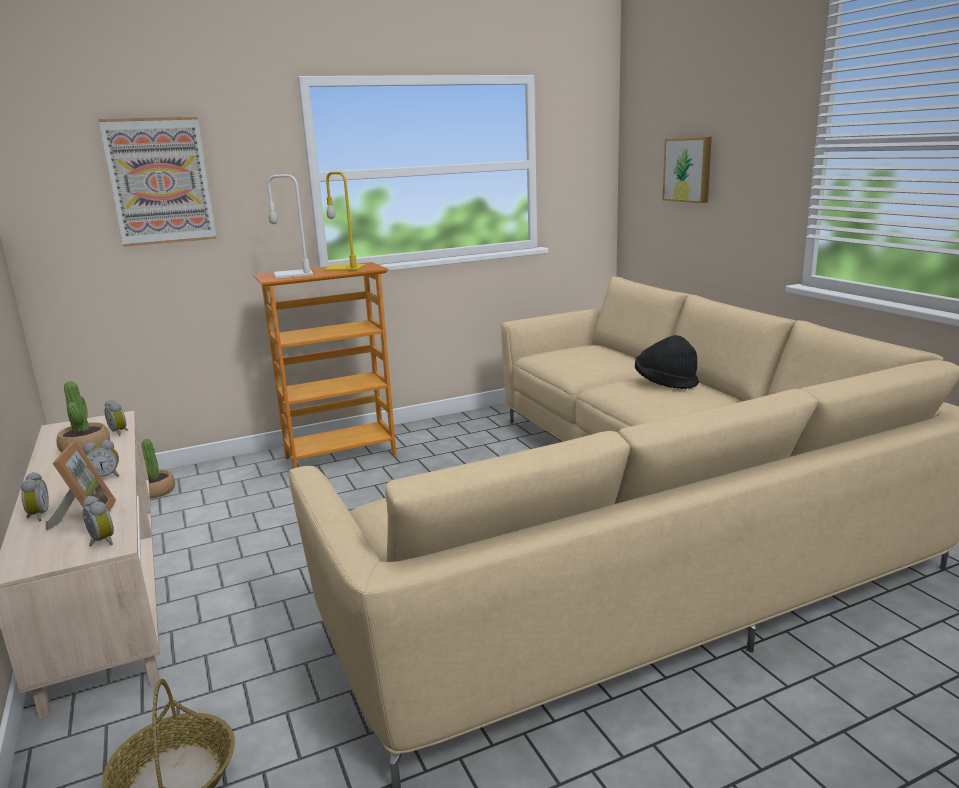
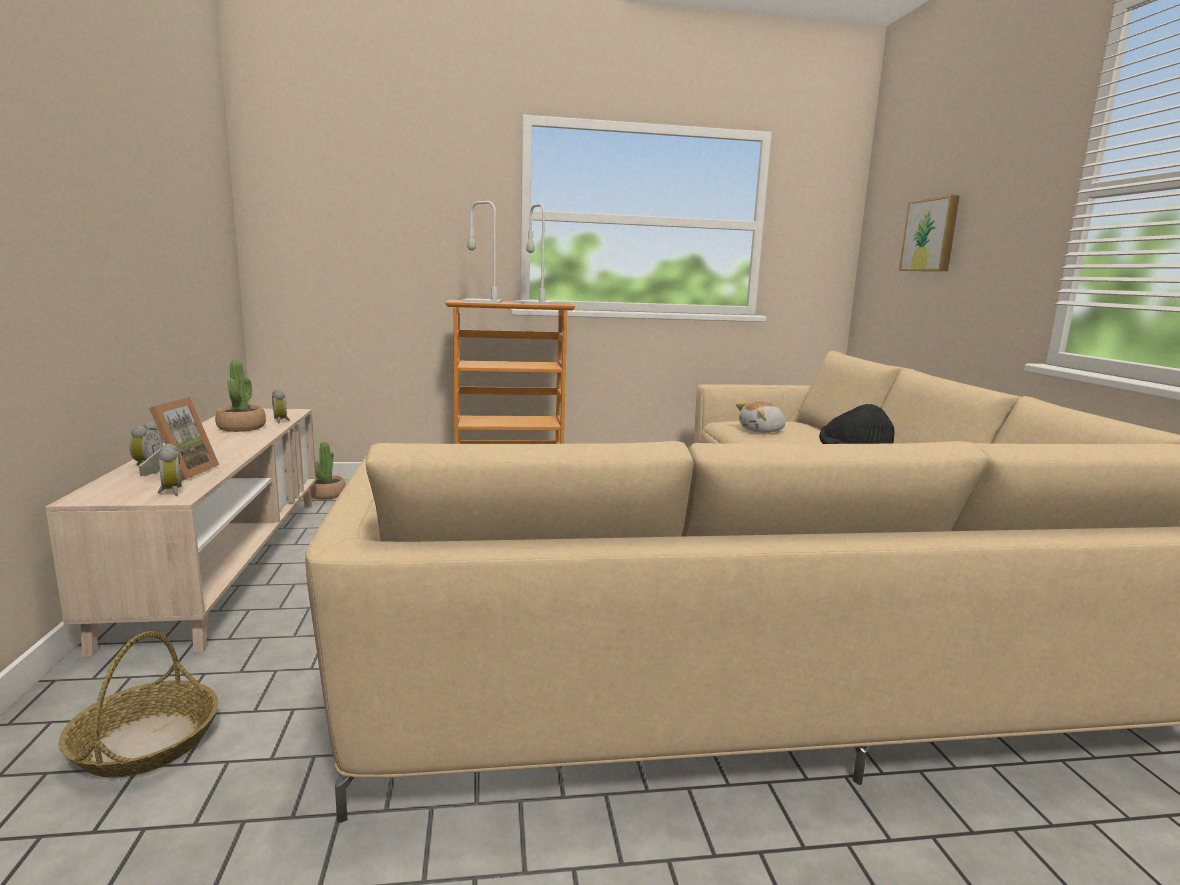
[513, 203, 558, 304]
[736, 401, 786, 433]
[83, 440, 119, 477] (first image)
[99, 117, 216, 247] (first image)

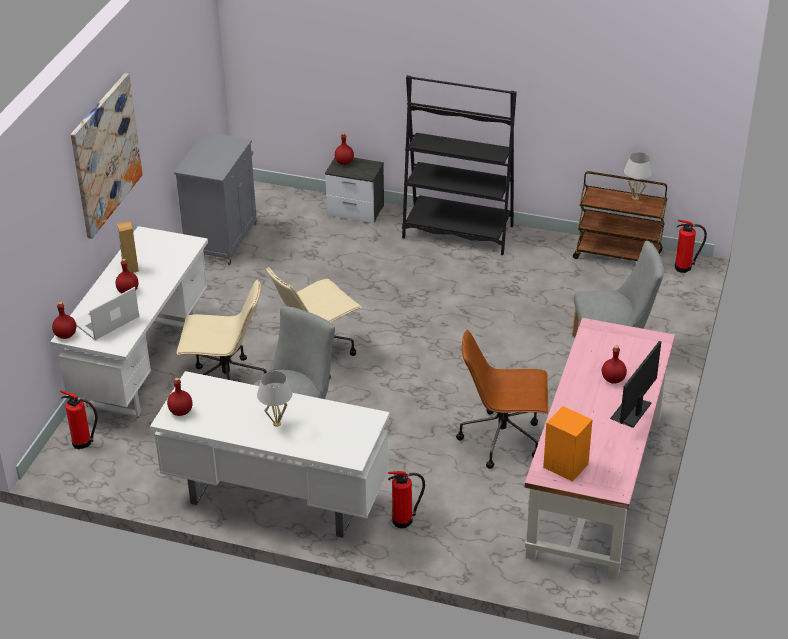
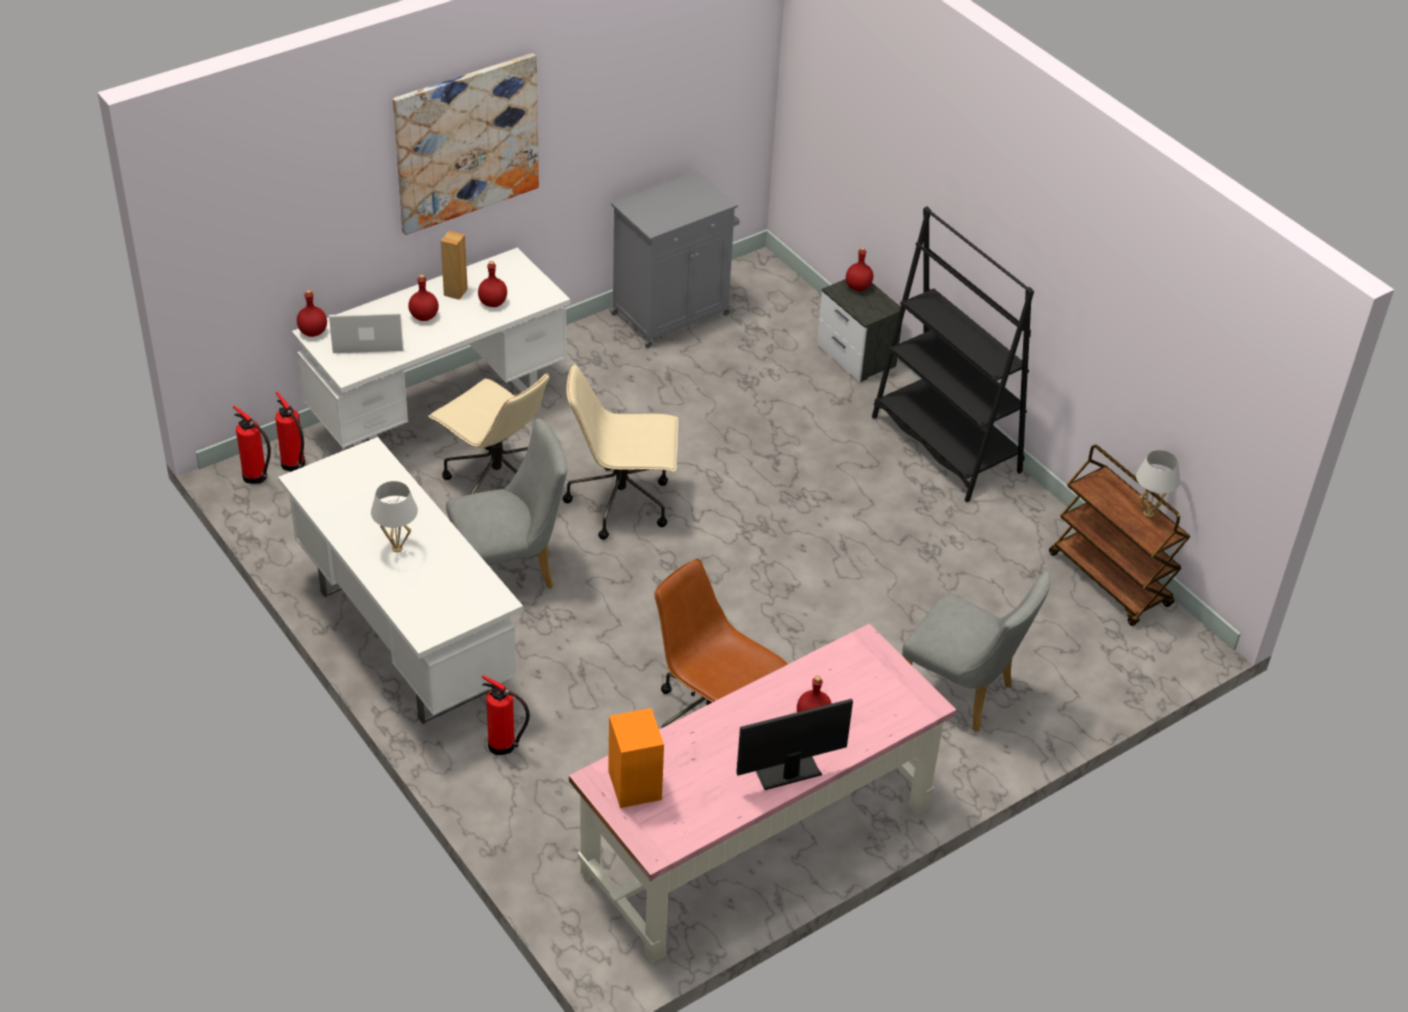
[233, 406, 271, 484]
[478, 261, 507, 307]

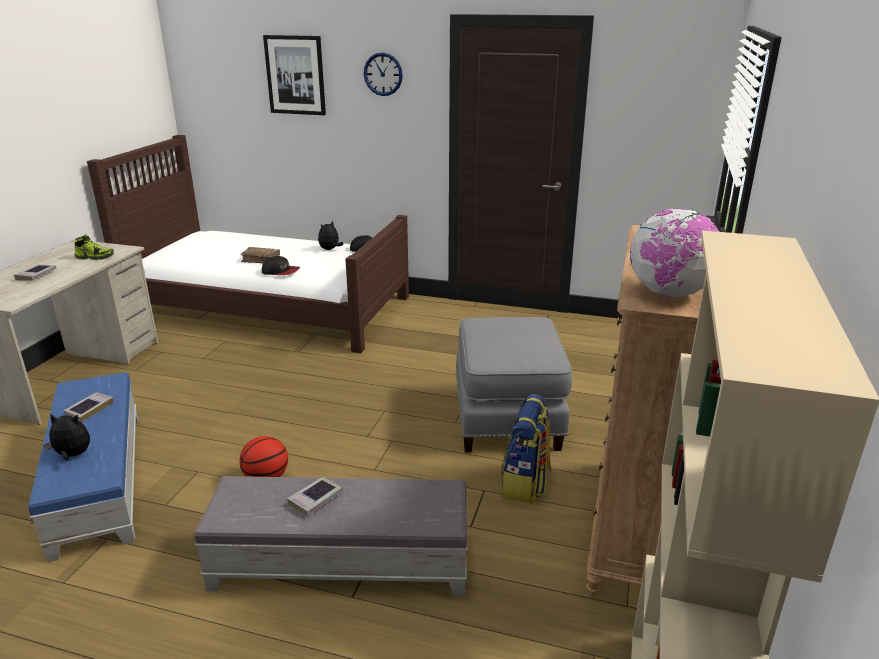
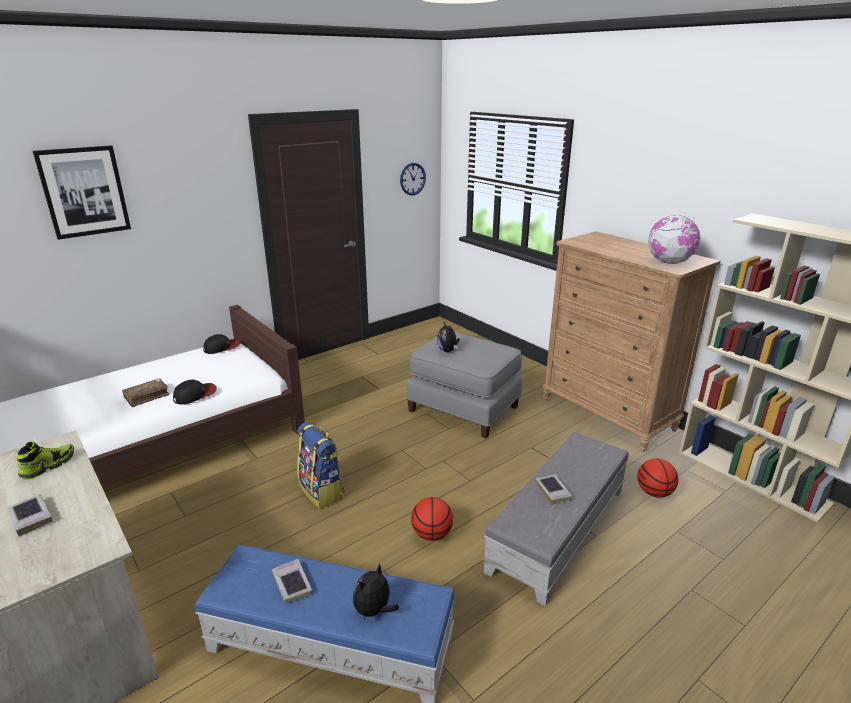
[297, 422, 345, 509]
[400, 163, 426, 195]
[437, 322, 460, 352]
[637, 458, 678, 498]

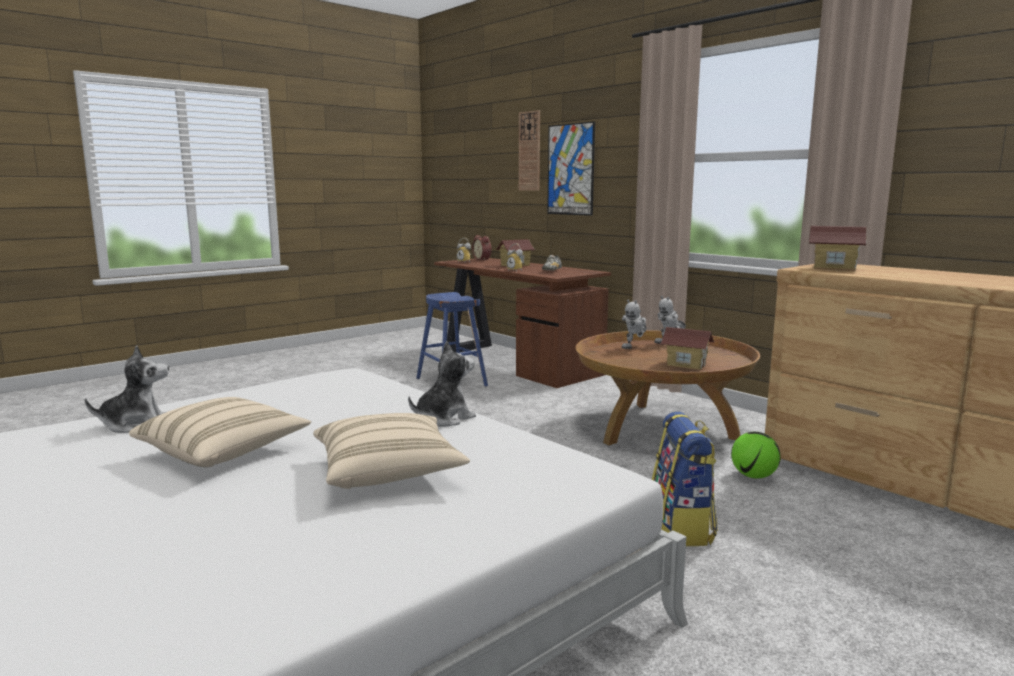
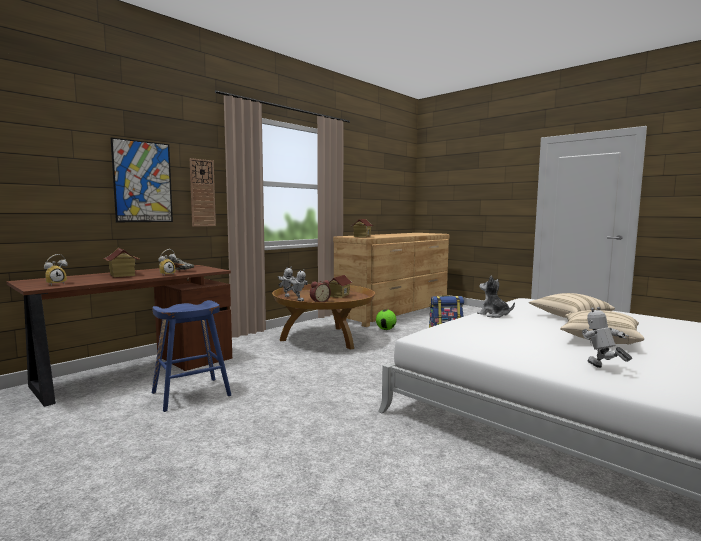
[190, 158, 216, 226]
[310, 280, 331, 302]
[582, 307, 632, 368]

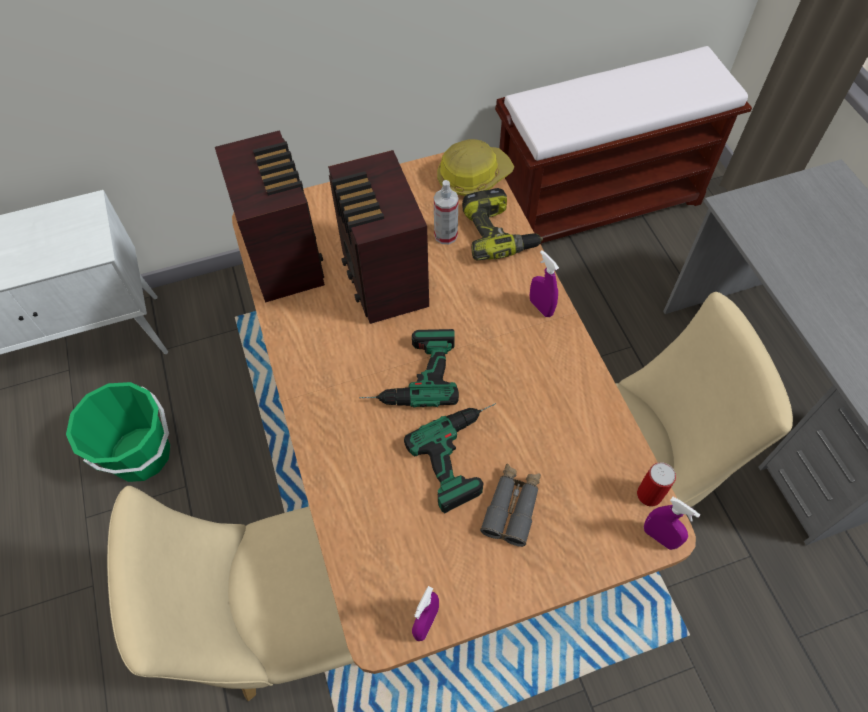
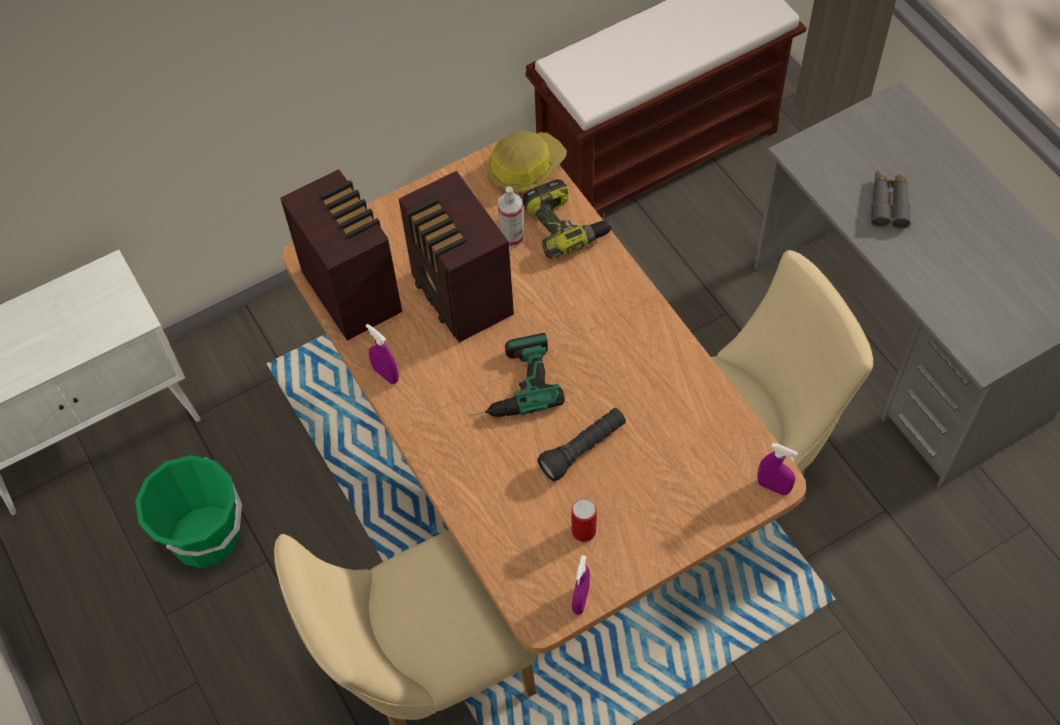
[366, 324, 399, 384]
[537, 408, 626, 481]
[571, 498, 597, 542]
[871, 171, 911, 229]

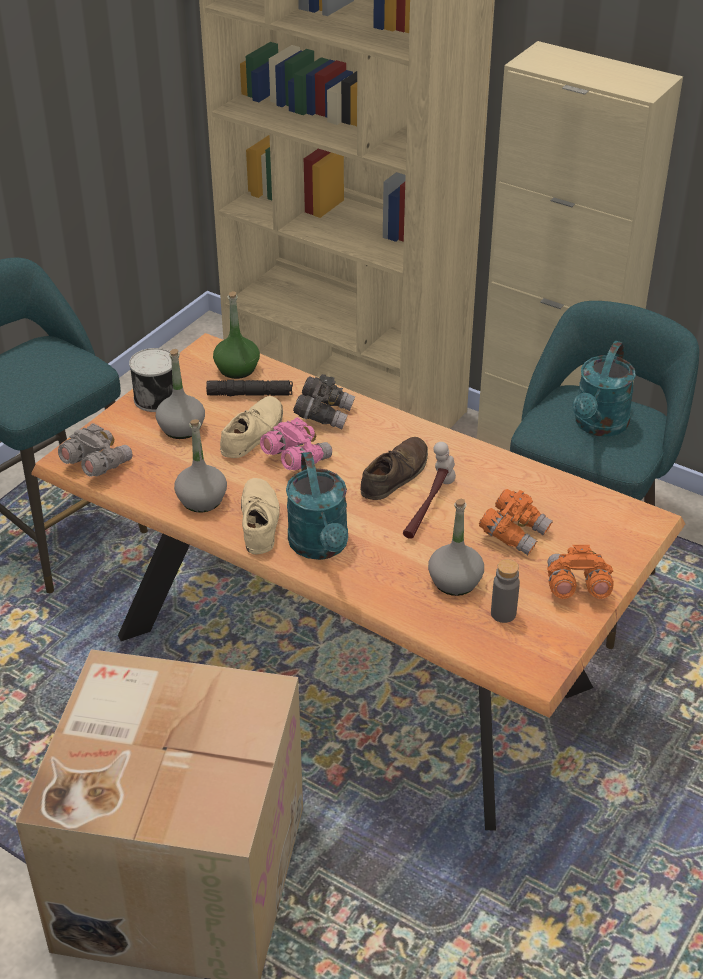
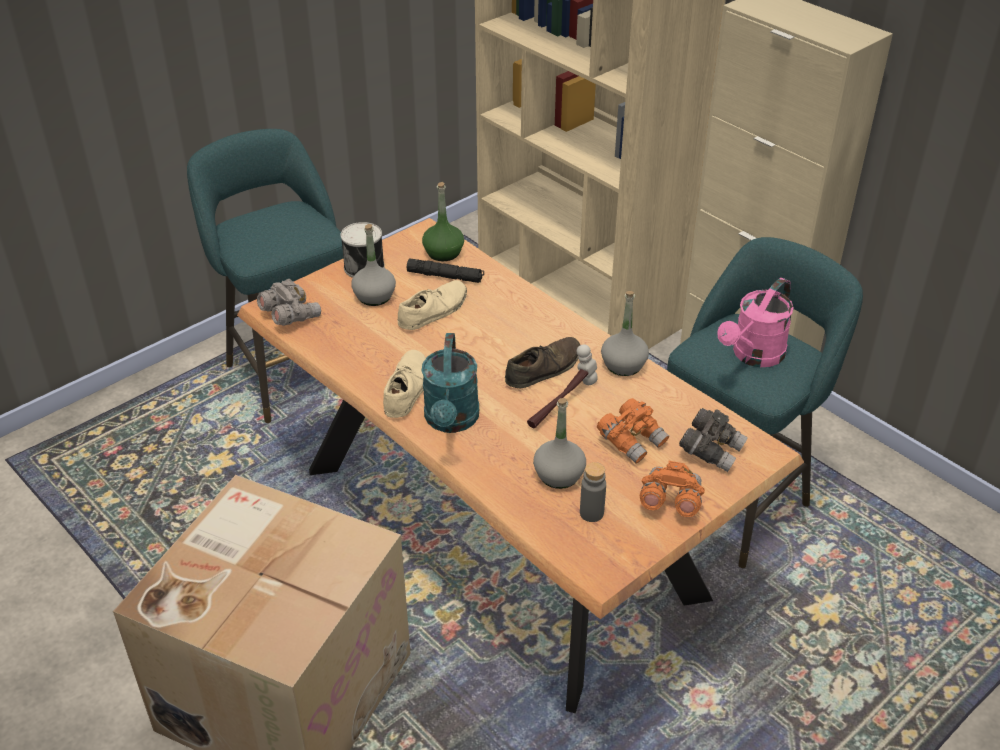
[601, 291, 649, 376]
[679, 408, 748, 472]
[717, 278, 794, 367]
[260, 417, 332, 471] (first image)

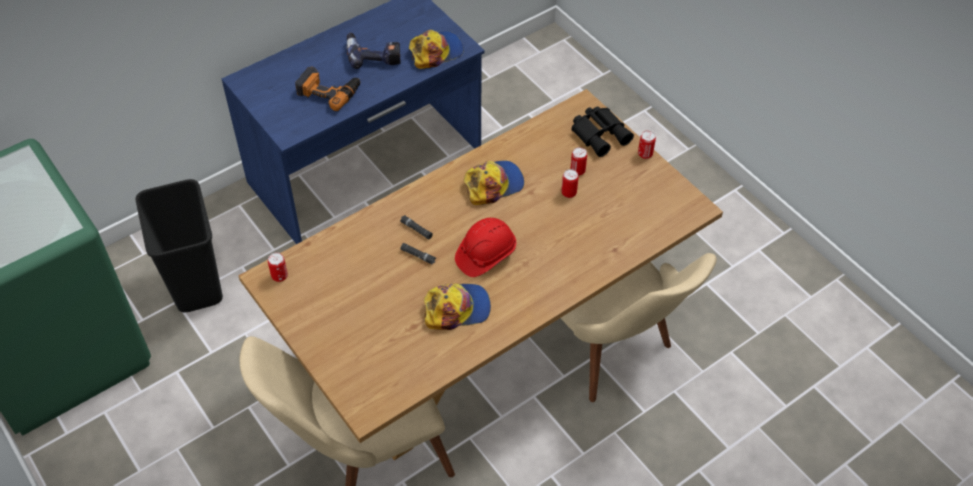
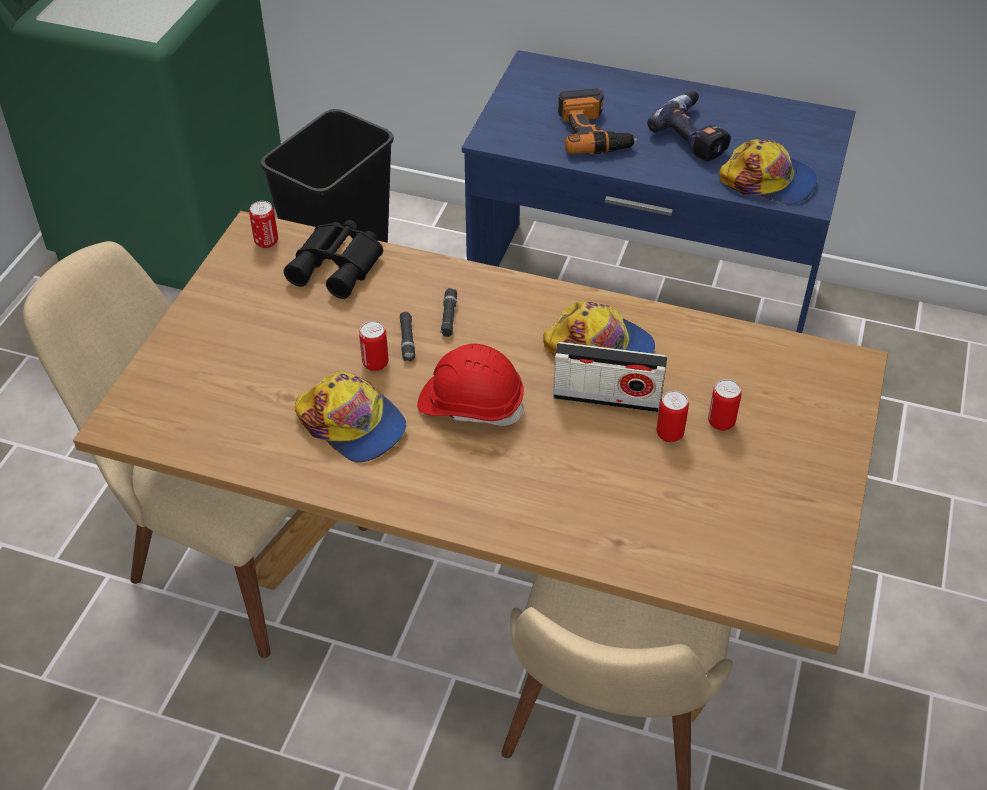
[284, 220, 383, 299]
[359, 321, 388, 371]
[553, 342, 667, 412]

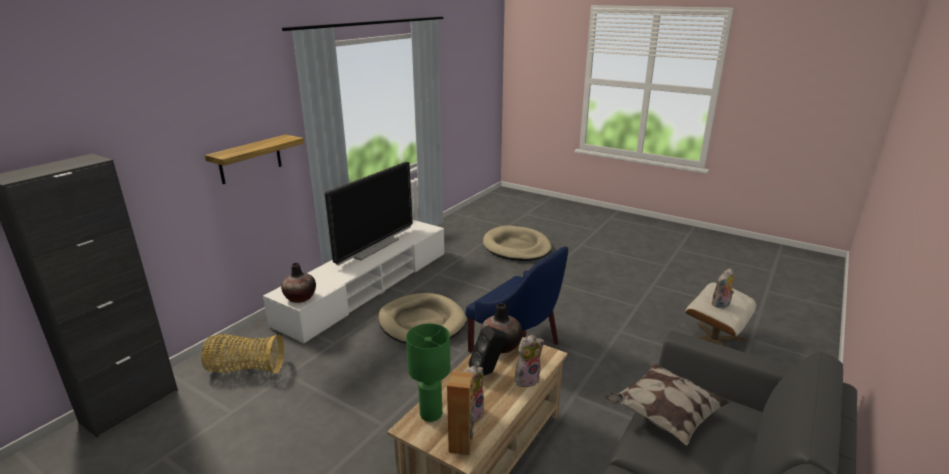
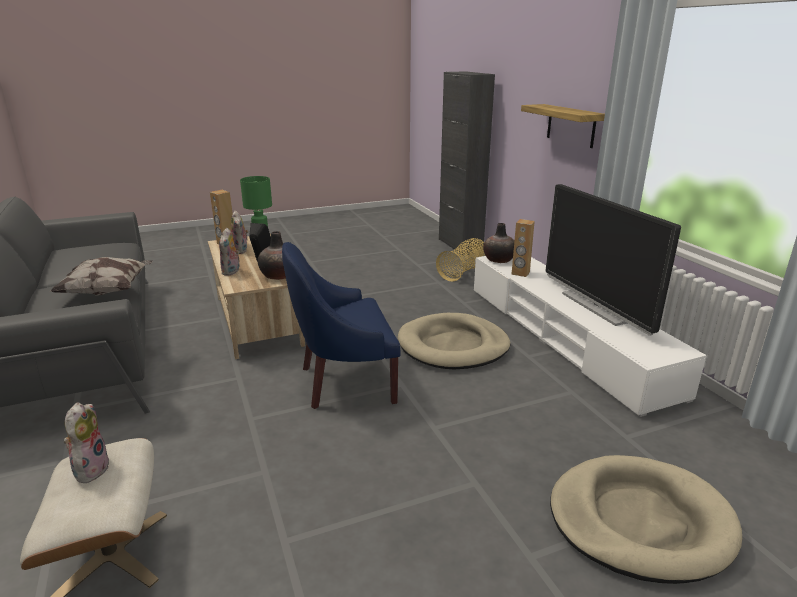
[511, 219, 535, 277]

